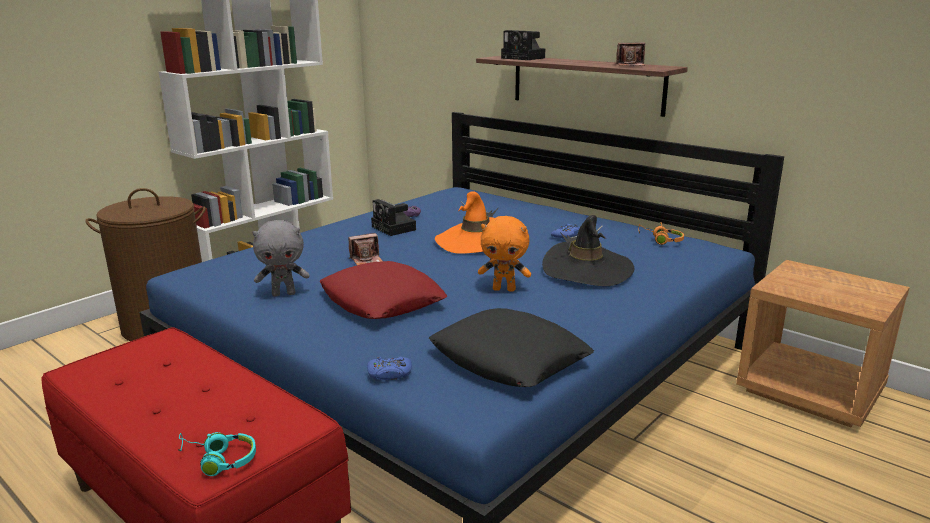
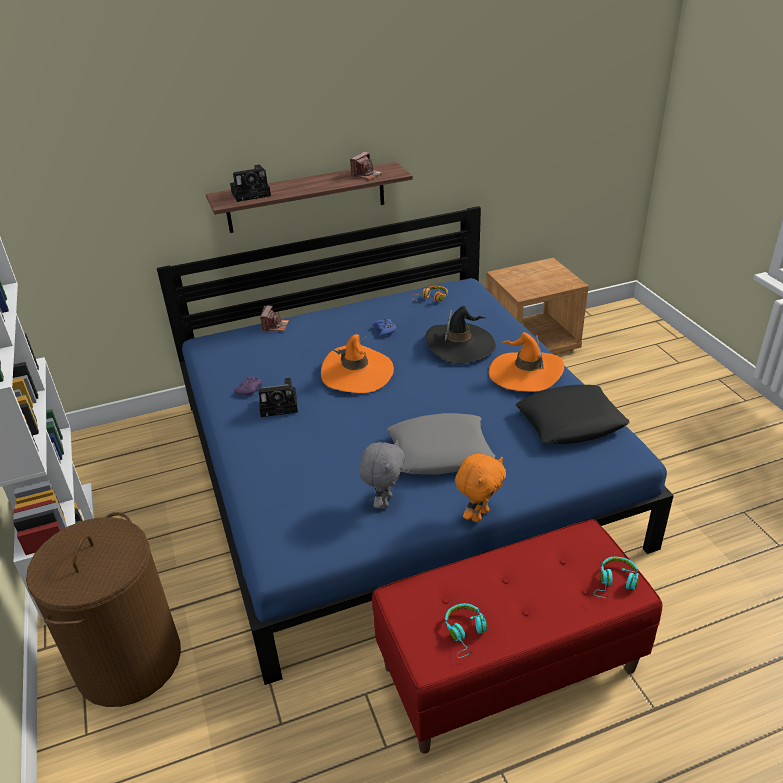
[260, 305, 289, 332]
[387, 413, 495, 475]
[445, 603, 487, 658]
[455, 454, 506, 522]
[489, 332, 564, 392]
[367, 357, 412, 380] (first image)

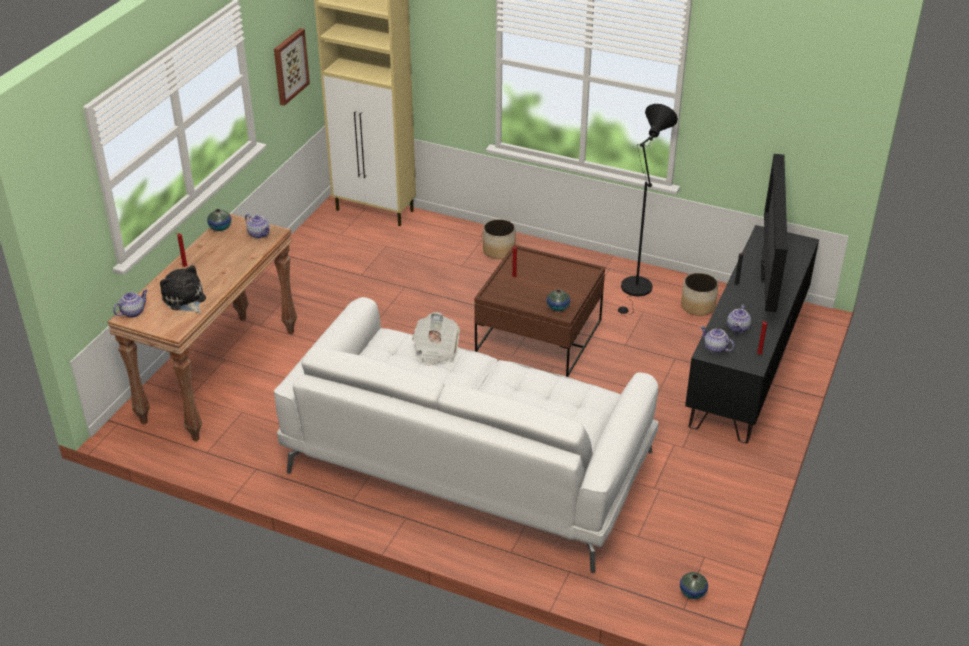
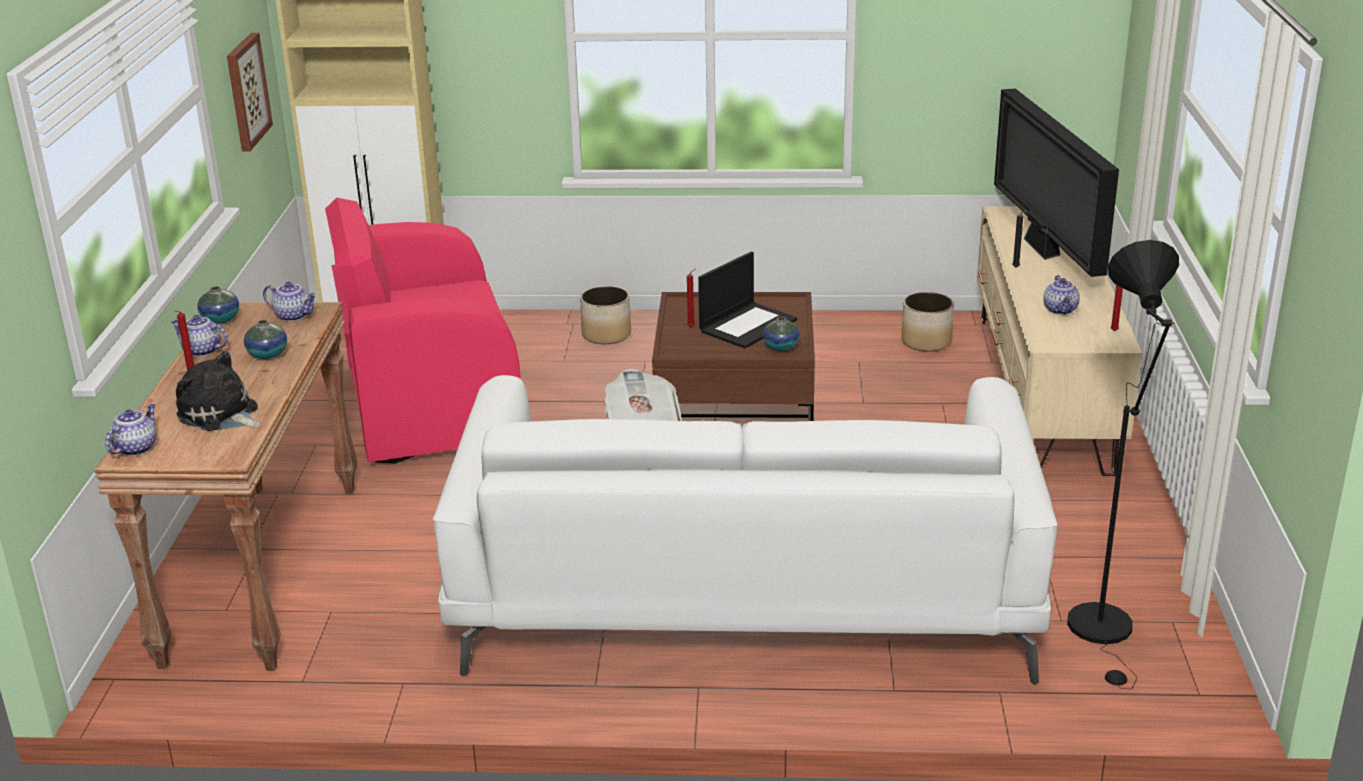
[170, 315, 228, 357]
[244, 320, 287, 359]
[325, 198, 521, 464]
[698, 251, 797, 349]
[977, 206, 1142, 476]
[1067, 240, 1179, 689]

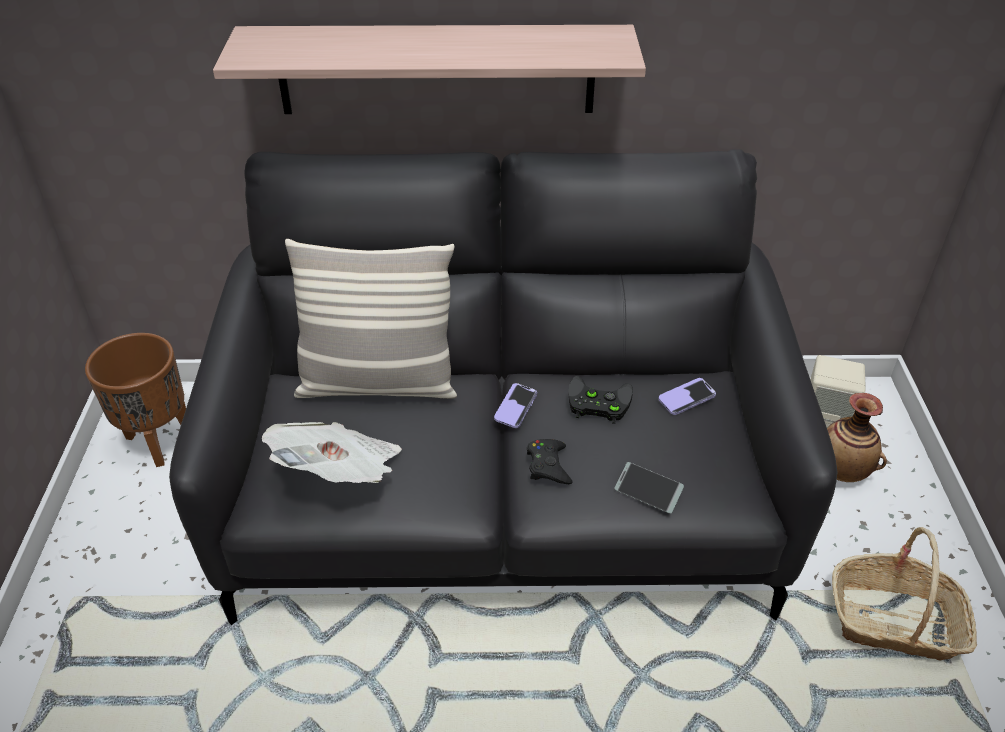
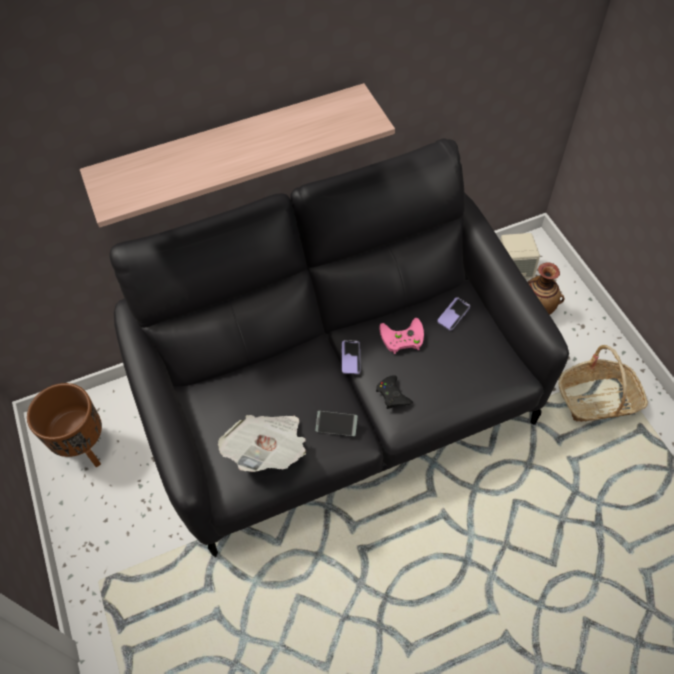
[315, 411, 358, 436]
[380, 318, 424, 354]
[285, 239, 457, 399] (first image)

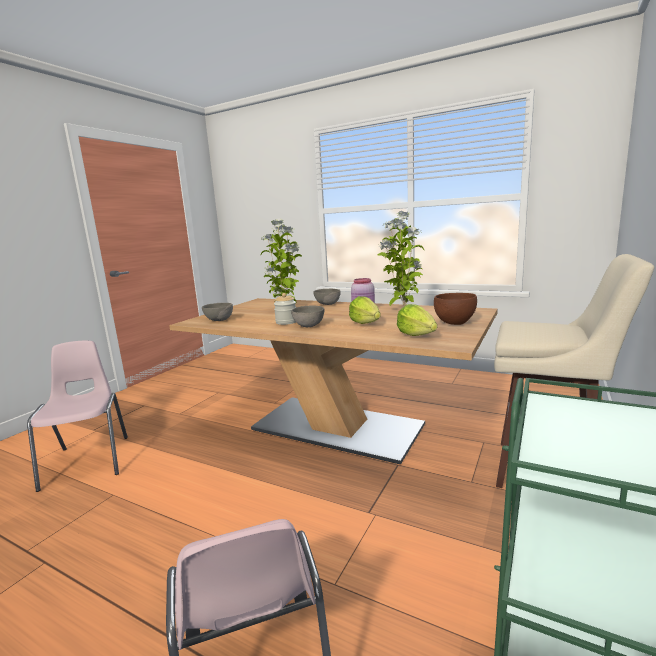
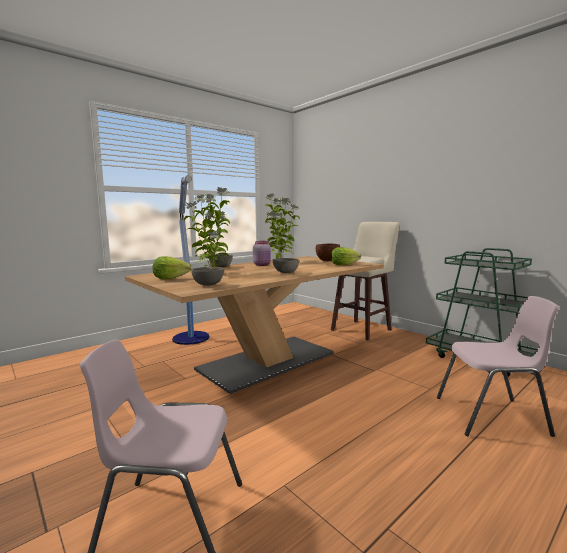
[152, 256, 192, 279]
[172, 175, 209, 345]
[274, 293, 296, 325] (first image)

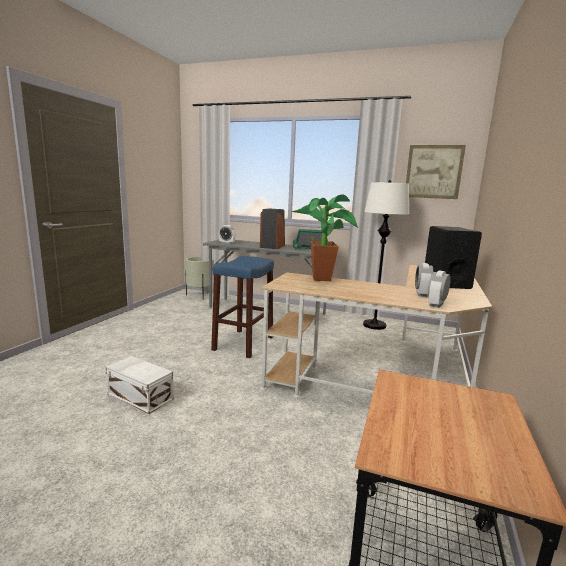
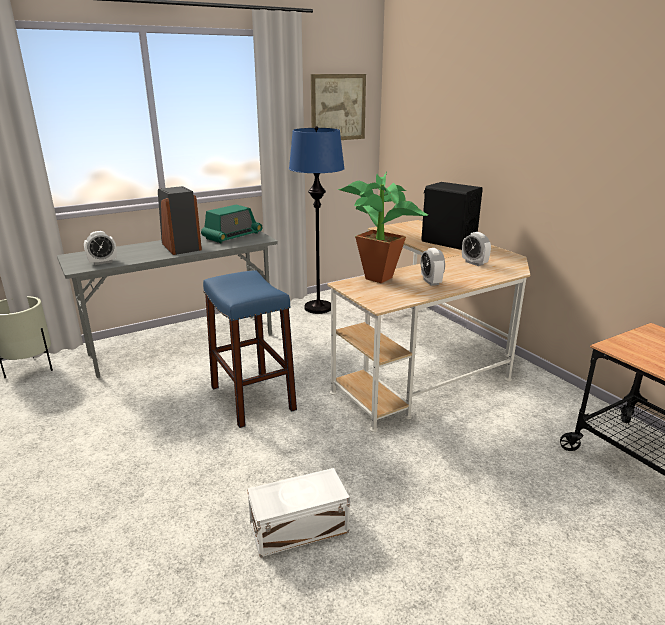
[289, 126, 345, 314]
[421, 248, 445, 286]

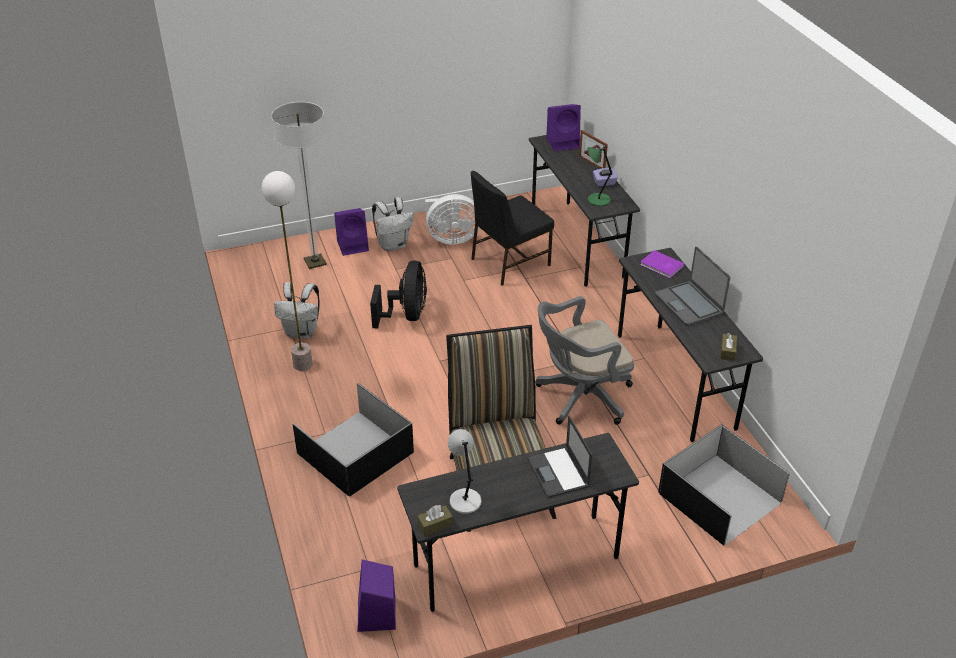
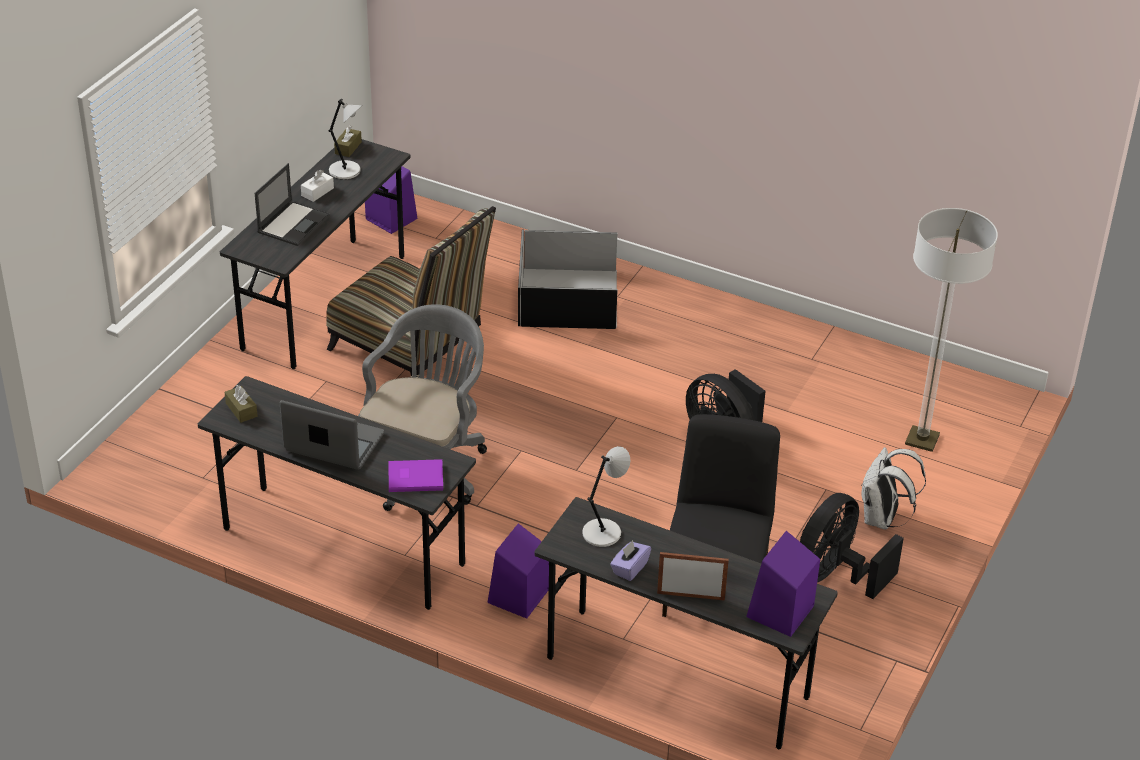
[255, 163, 330, 246]
[301, 170, 334, 202]
[488, 523, 549, 619]
[582, 446, 630, 547]
[800, 493, 904, 599]
[262, 171, 313, 371] (first image)
[274, 282, 319, 338] (first image)
[658, 424, 790, 546] (first image)

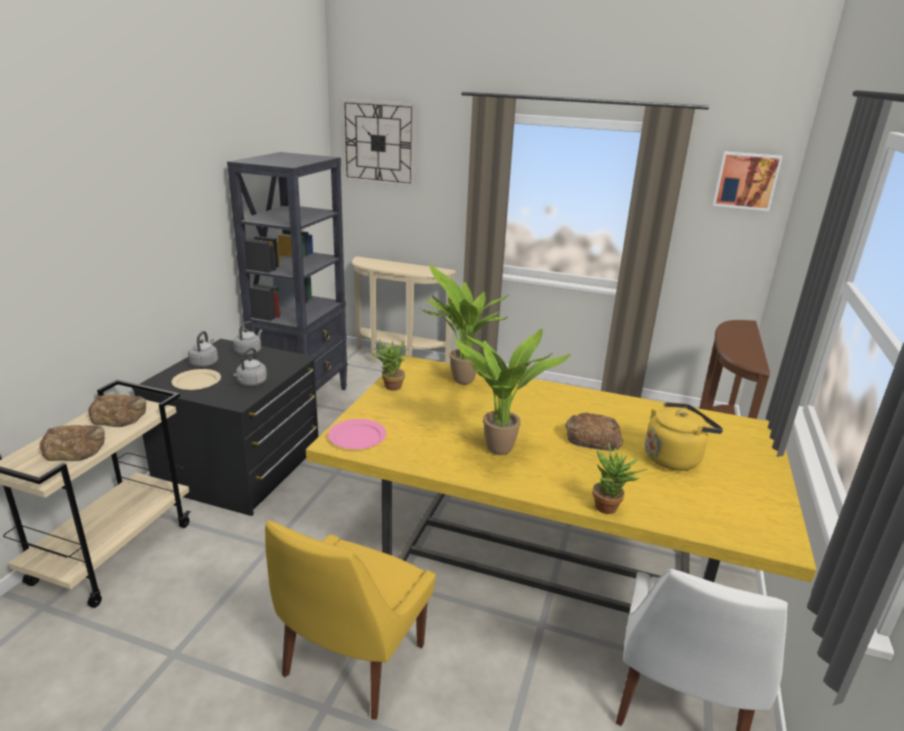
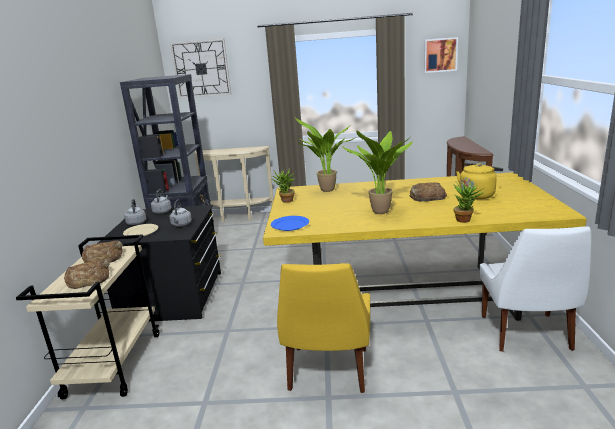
[271, 216, 309, 231]

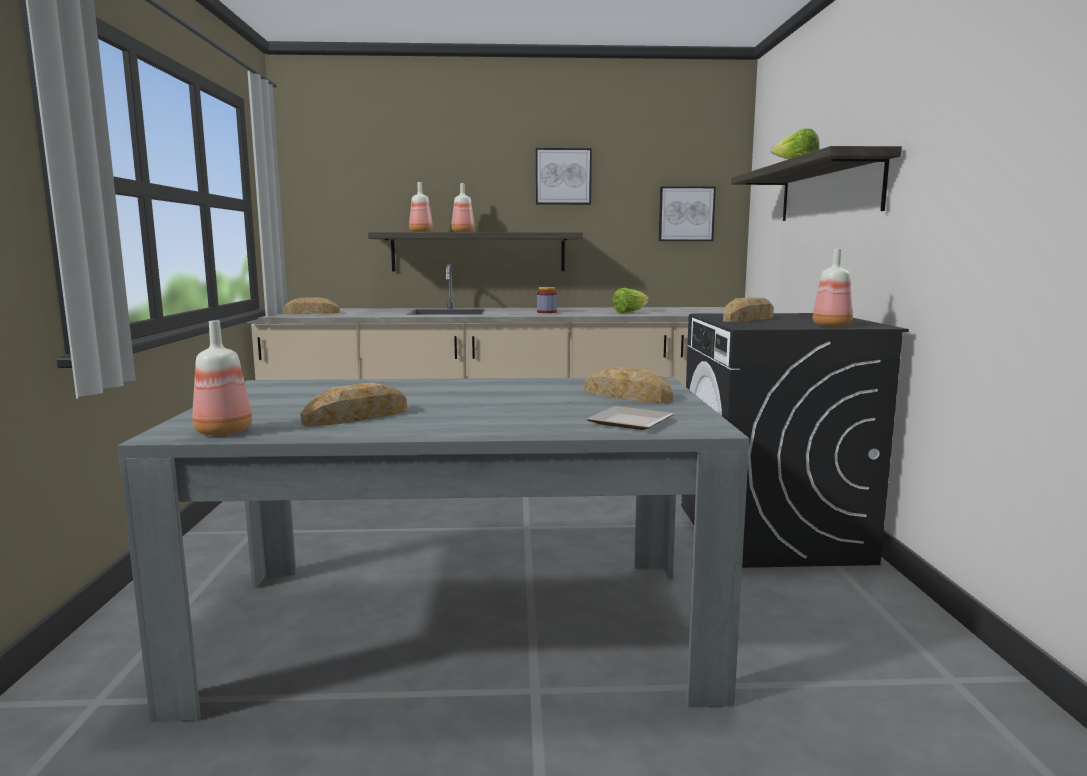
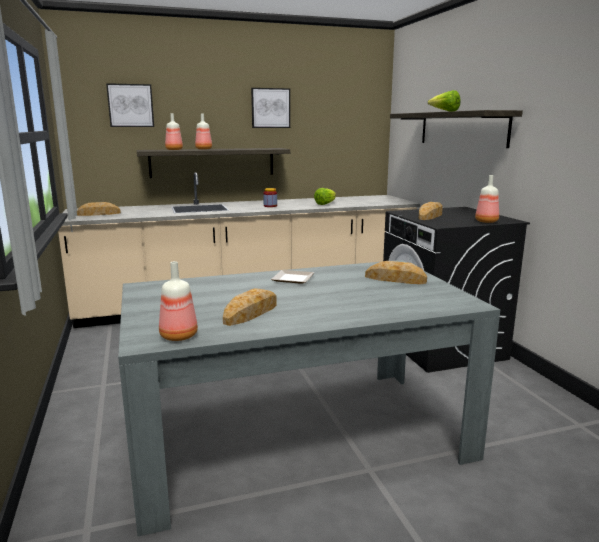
[106, 83, 154, 127]
[271, 270, 314, 284]

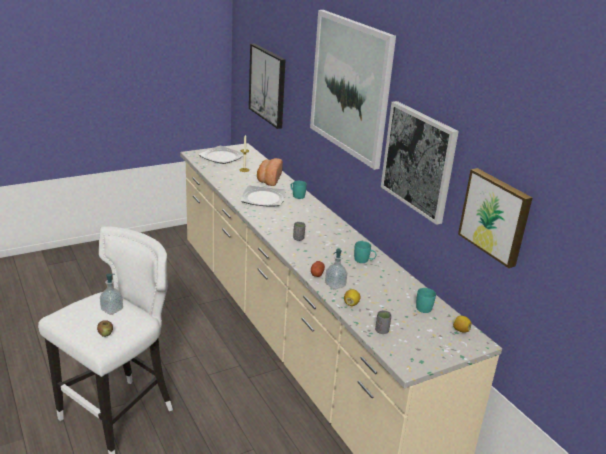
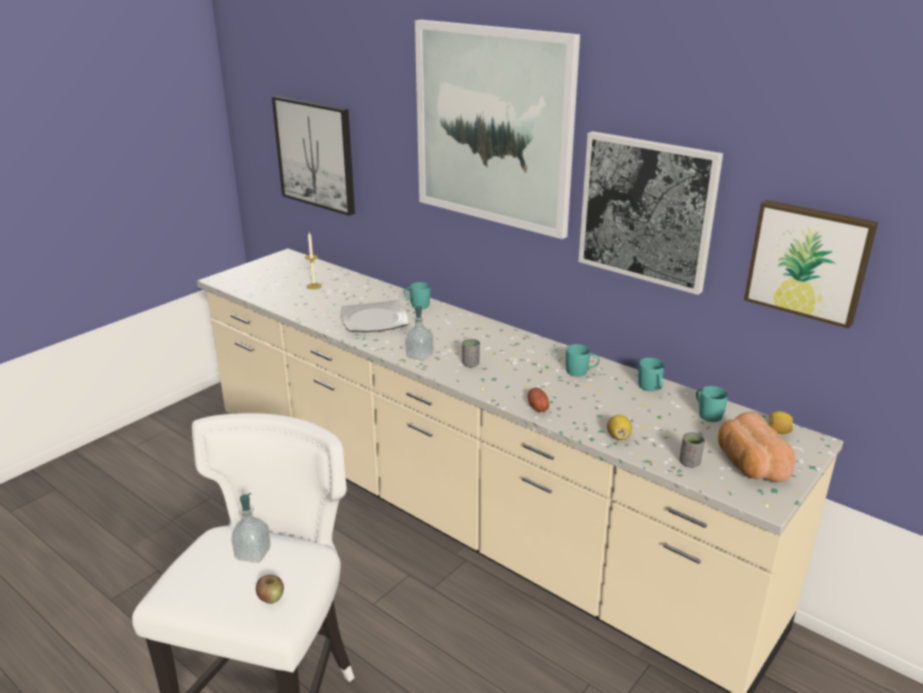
[405, 306, 433, 361]
[638, 358, 664, 391]
[718, 412, 795, 482]
[198, 146, 244, 164] (first image)

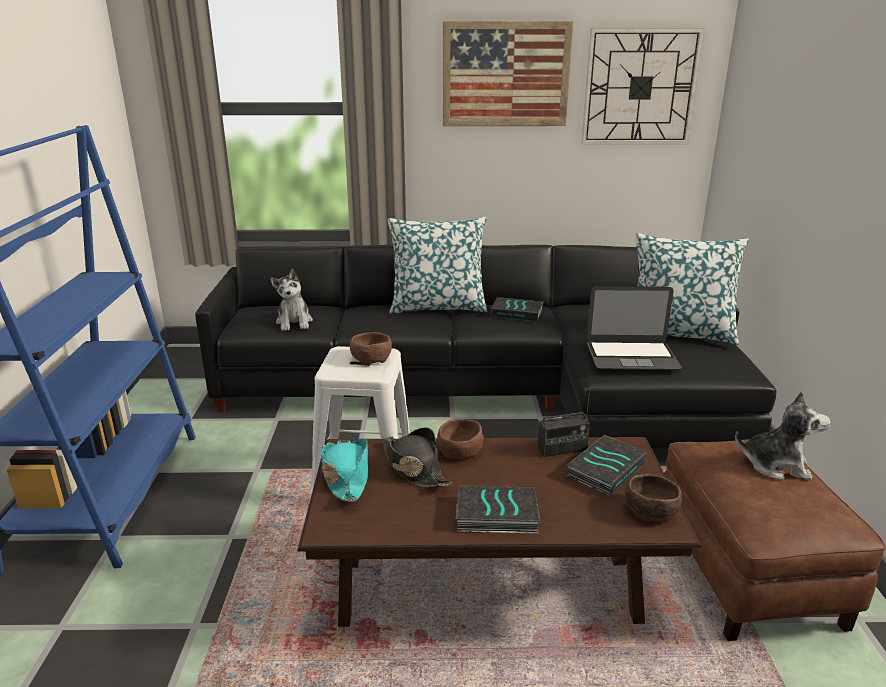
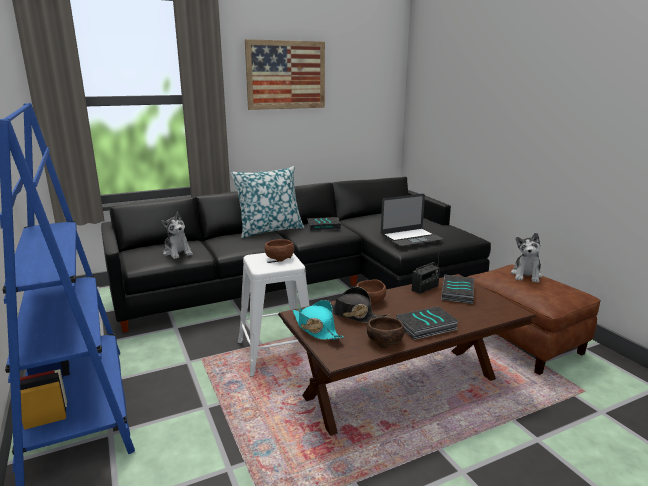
[367, 317, 404, 348]
[511, 233, 543, 283]
[581, 28, 705, 145] (first image)
[635, 233, 749, 345] (first image)

